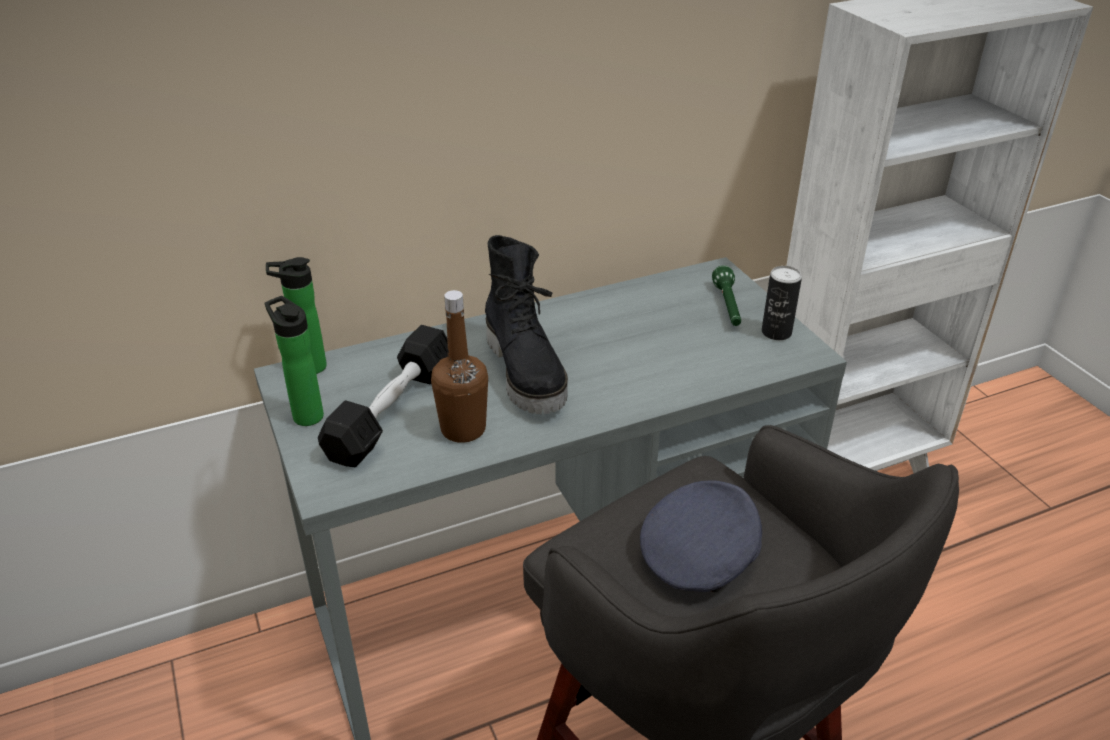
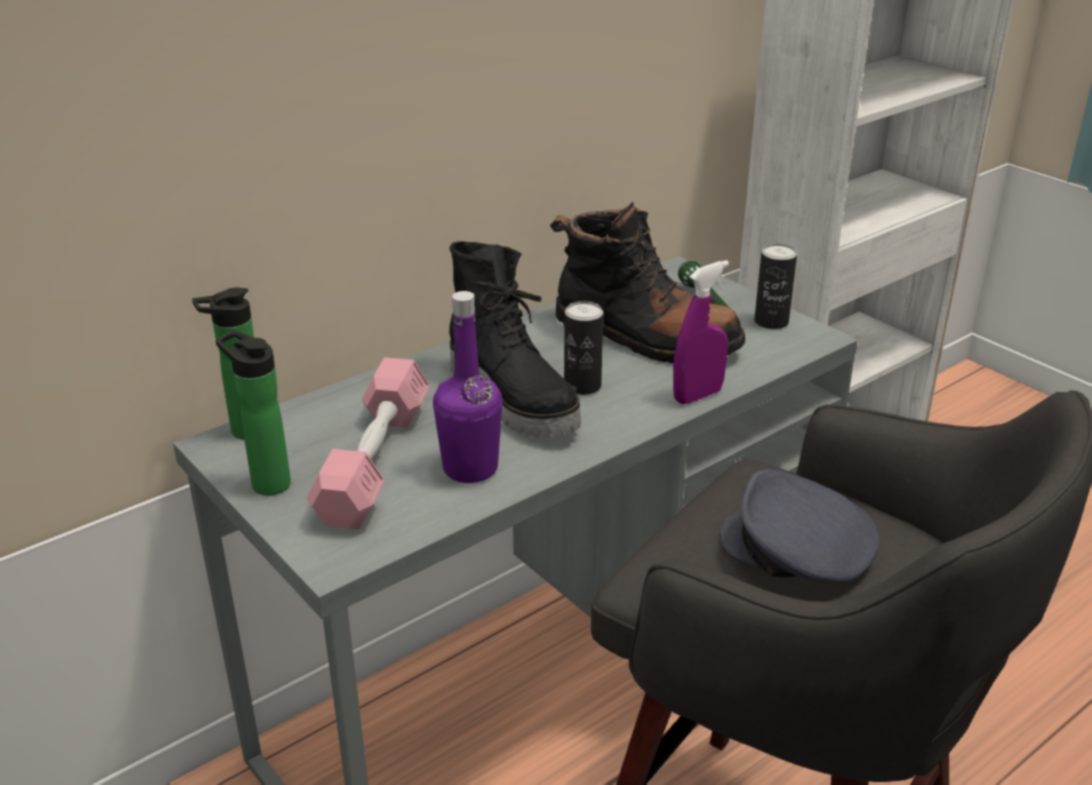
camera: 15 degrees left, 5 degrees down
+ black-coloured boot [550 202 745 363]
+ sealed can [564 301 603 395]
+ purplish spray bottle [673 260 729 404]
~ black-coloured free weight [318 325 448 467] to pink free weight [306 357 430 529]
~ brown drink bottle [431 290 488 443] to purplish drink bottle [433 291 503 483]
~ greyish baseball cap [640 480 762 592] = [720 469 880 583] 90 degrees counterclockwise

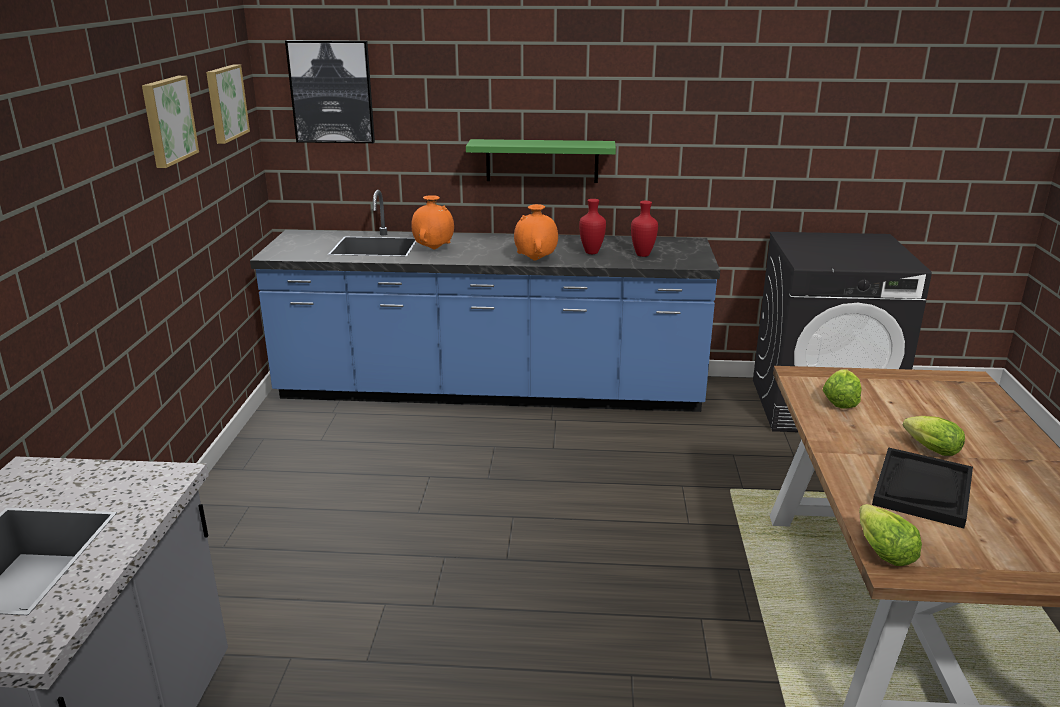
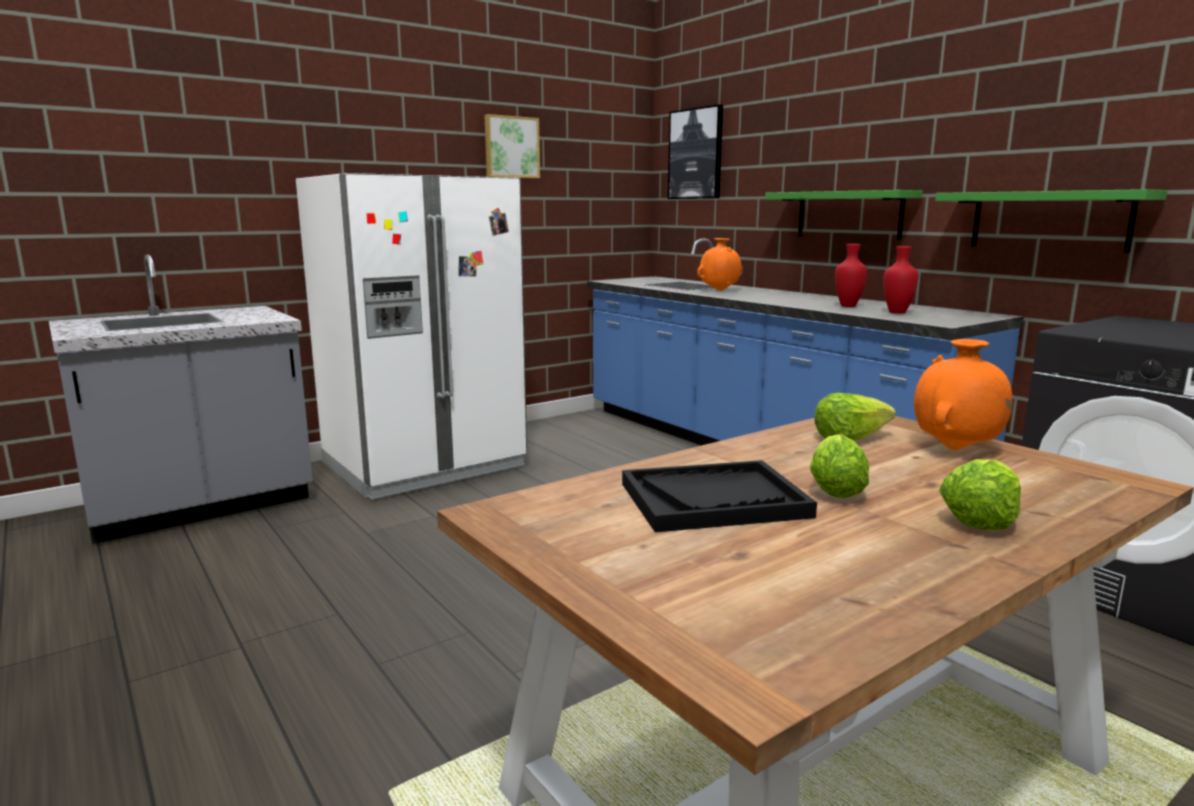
camera: 50 degrees right, 10 degrees down
- wall picture [206 64 250 144]
+ white refrigerator [296 173 527 500]
+ greenish bracket shelf [935 189 1167 253]
~ orange vase [514 204 558 261] to [914 339 1012 450]
~ lettuce head [859 504 922 566] to [939 459 1021 530]

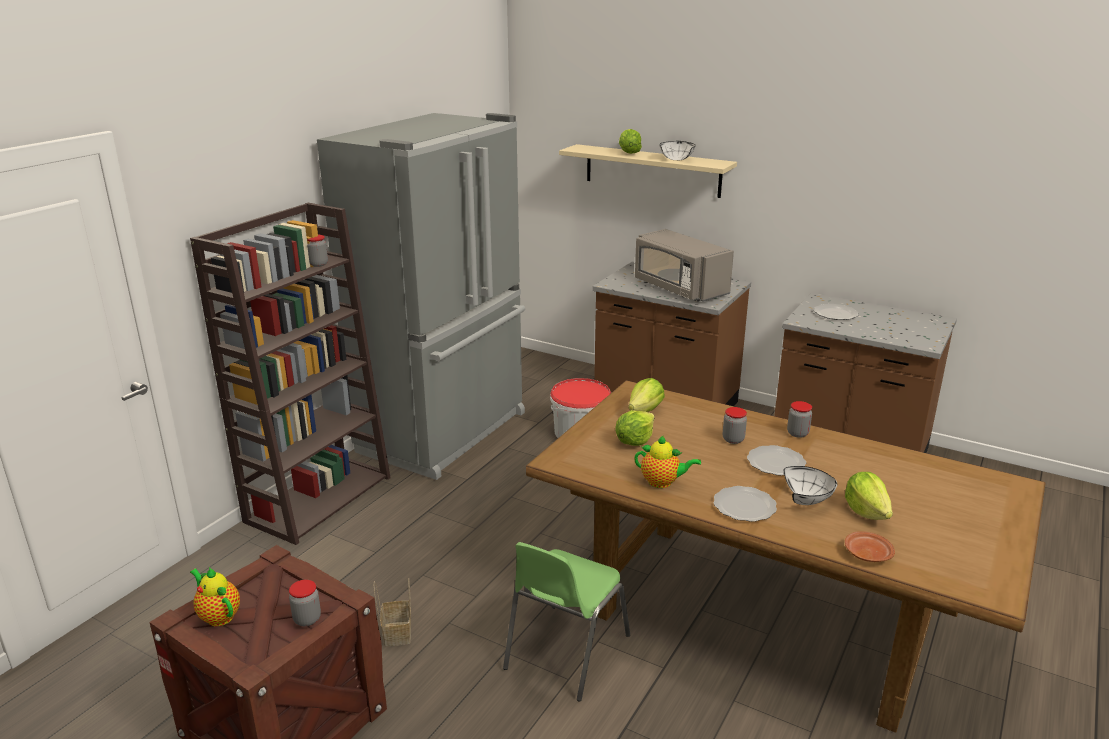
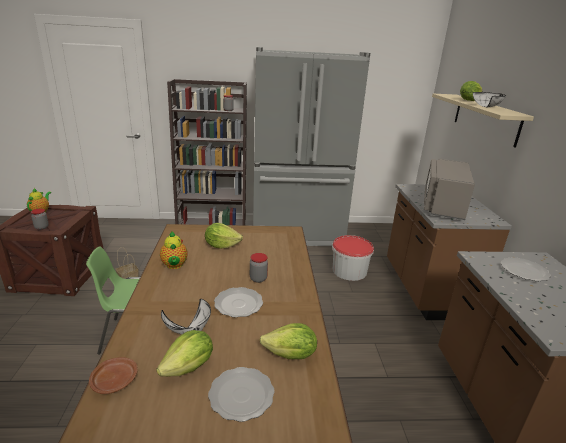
camera: 55 degrees right, 0 degrees up
- preserve jar [787 401 812 438]
~ lettuce head [628 378 665 412] to [259 323 317 359]
~ dinner plate [714 486 777 522] to [208 367 275 422]

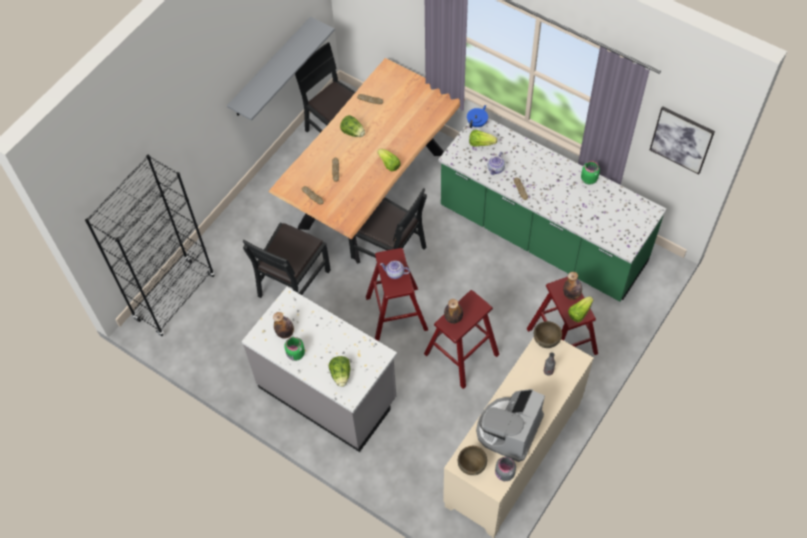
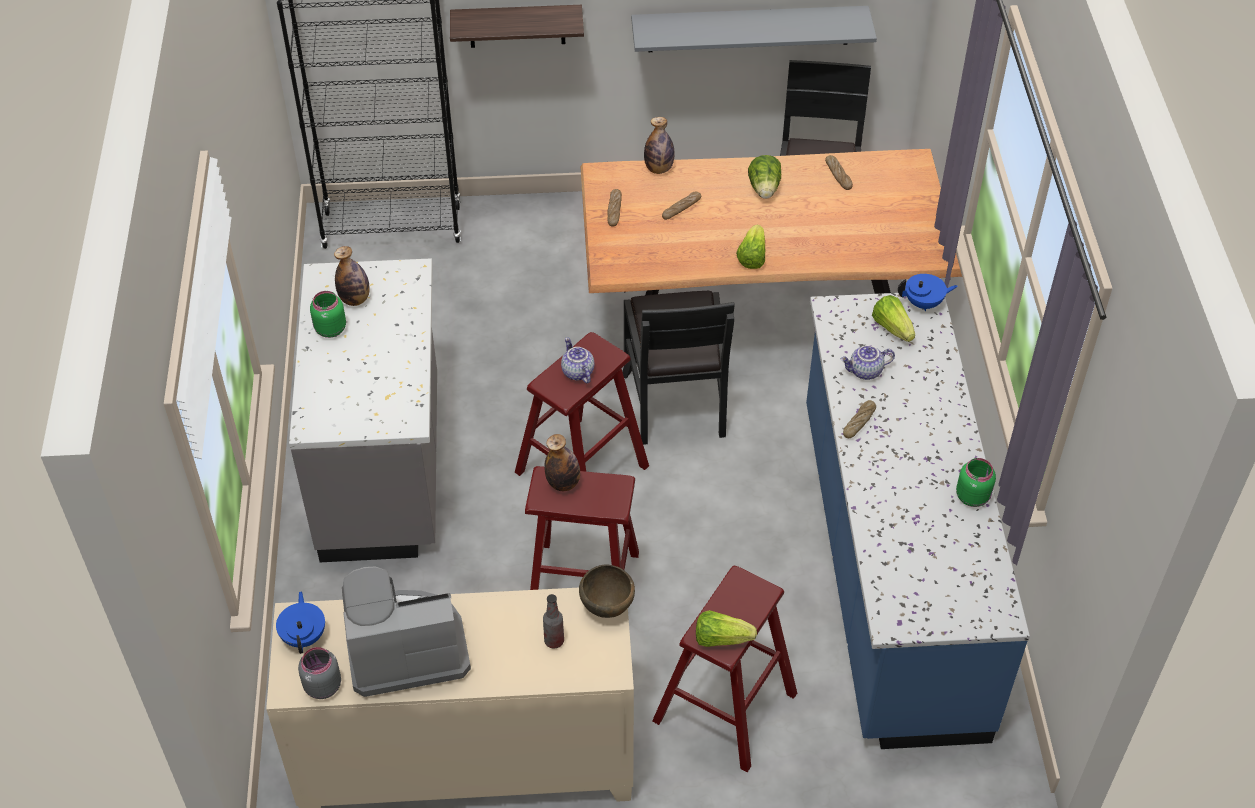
camera: 50 degrees right, 10 degrees down
- black-coloured upright chair [243 222 331 298]
- lettuce head [329 356 351 387]
- wall picture [650 106 715 174]
+ bracket shelf [450 5 584 48]
~ drink bottle [563 272 582 300] to [644 117 675 174]
~ brown bowl [458 446 487 475] to blue-coloured pot for tea [276 591 325 654]
~ greenish kitchen counter [438 118 667 302] to blue-coloured kitchen counter [806 293 1030 749]

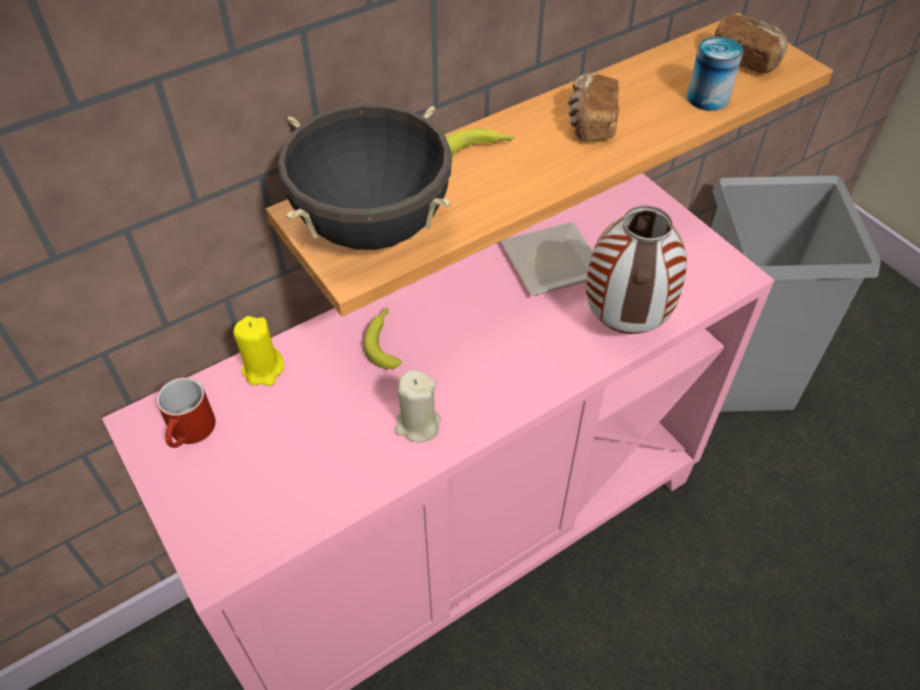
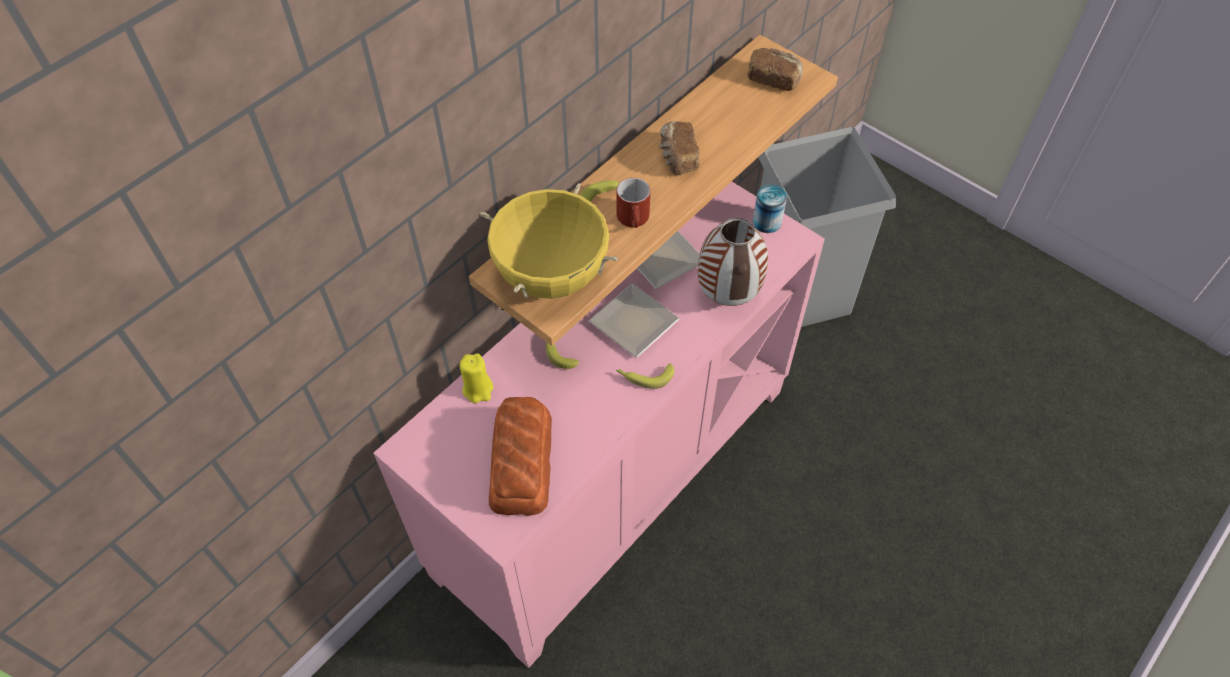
camera: 15 degrees left, 5 degrees up
- beige wax light [394 370 441 442]
+ bread [489 397 552 516]
+ dinner plate [589 283 680 358]
+ banana fruit [616 363 674 389]
~ red tea mug [156 377 216 448] to [617 178 651 228]
~ sealed can [687 37 743 111] to [752 185 787 233]
~ black-coloured stockpot [278 104 452 250] to yellow stockpot [480 183 618 299]

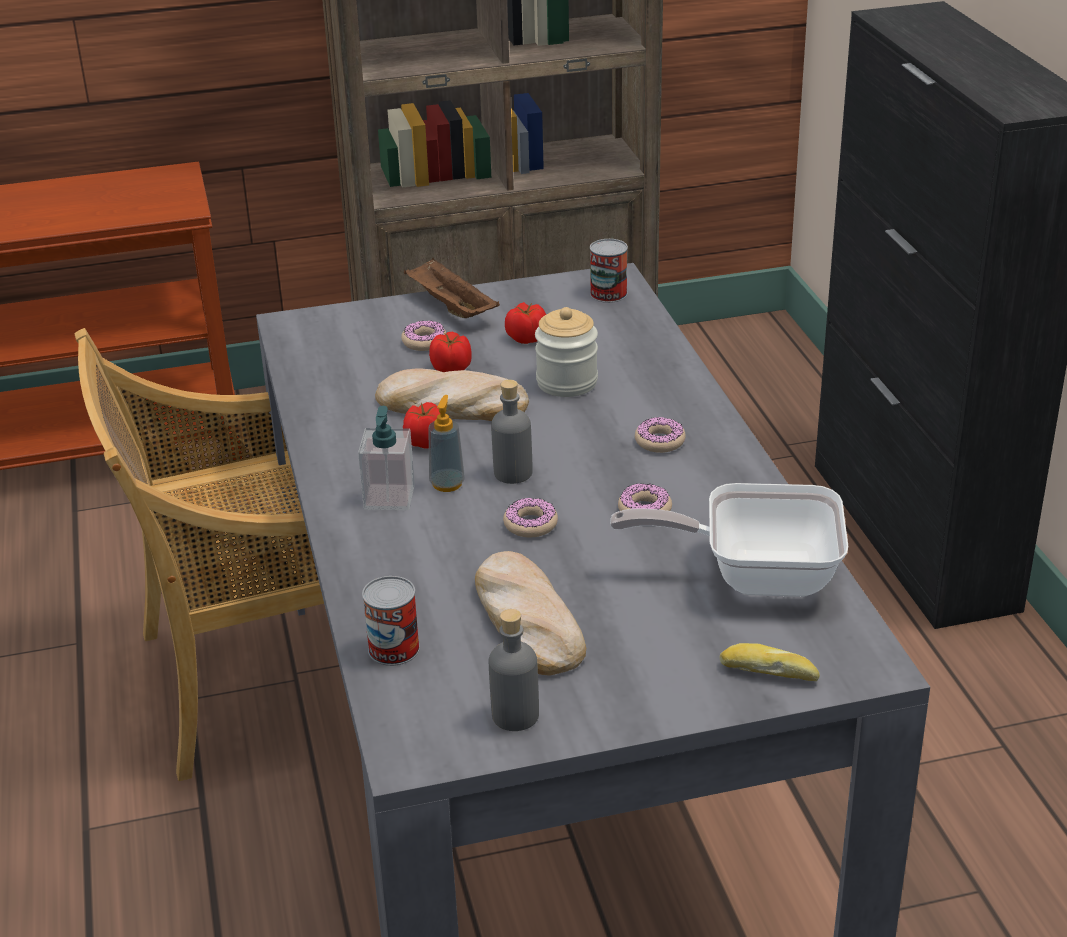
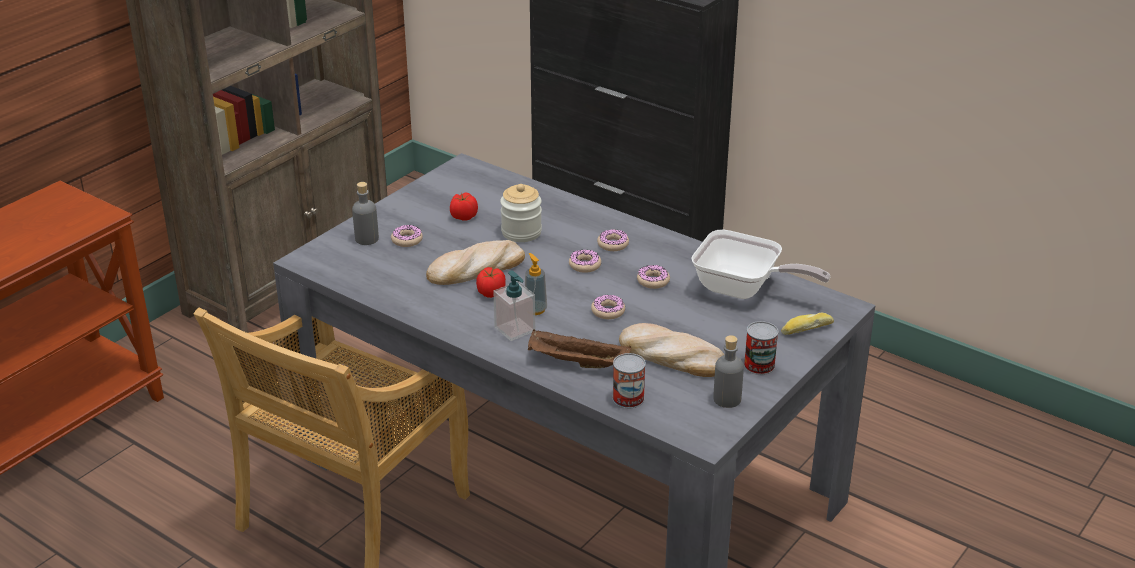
camera: 40 degrees left, 0 degrees up
- whole tomato [429 332 472 372]
+ doughnut [569 249 601 273]
~ brown serving tray [404 258 500 318] to [528 330 631 368]
~ greyish drink bottle [491 380 532 484] to [352 182 379 245]
~ sealed can [590 239 628 303] to [744 321 778 375]
~ frying pan [610 483 848 597] = [691 230 830 299] 120 degrees counterclockwise

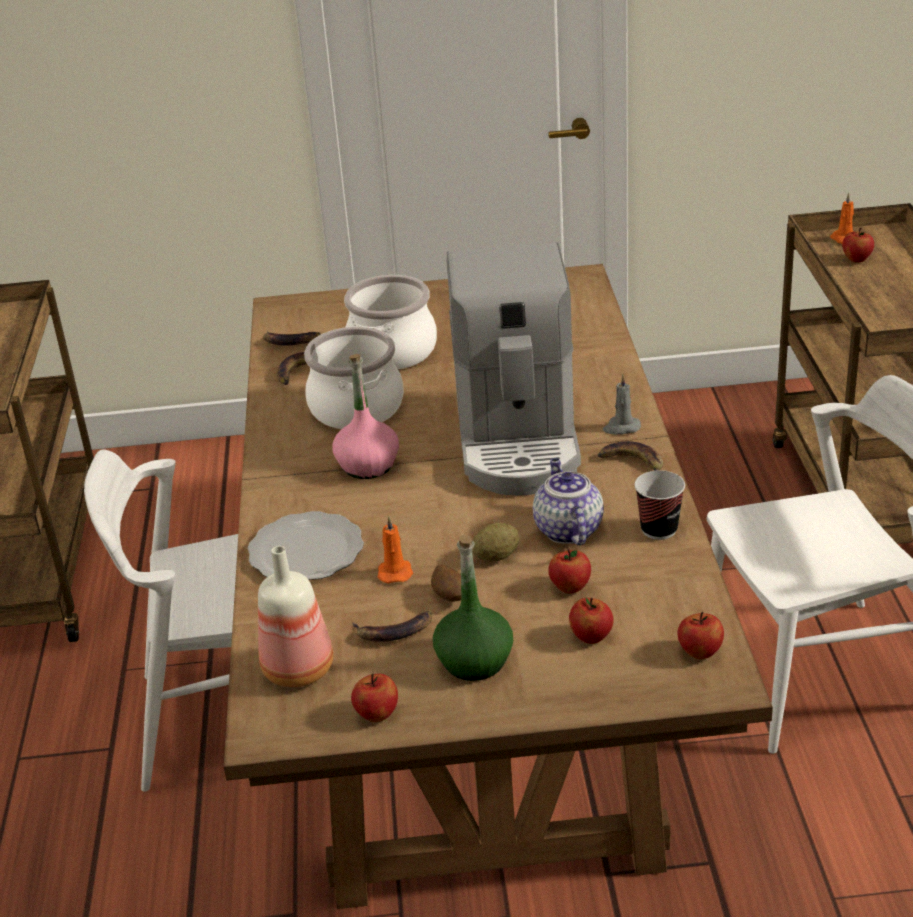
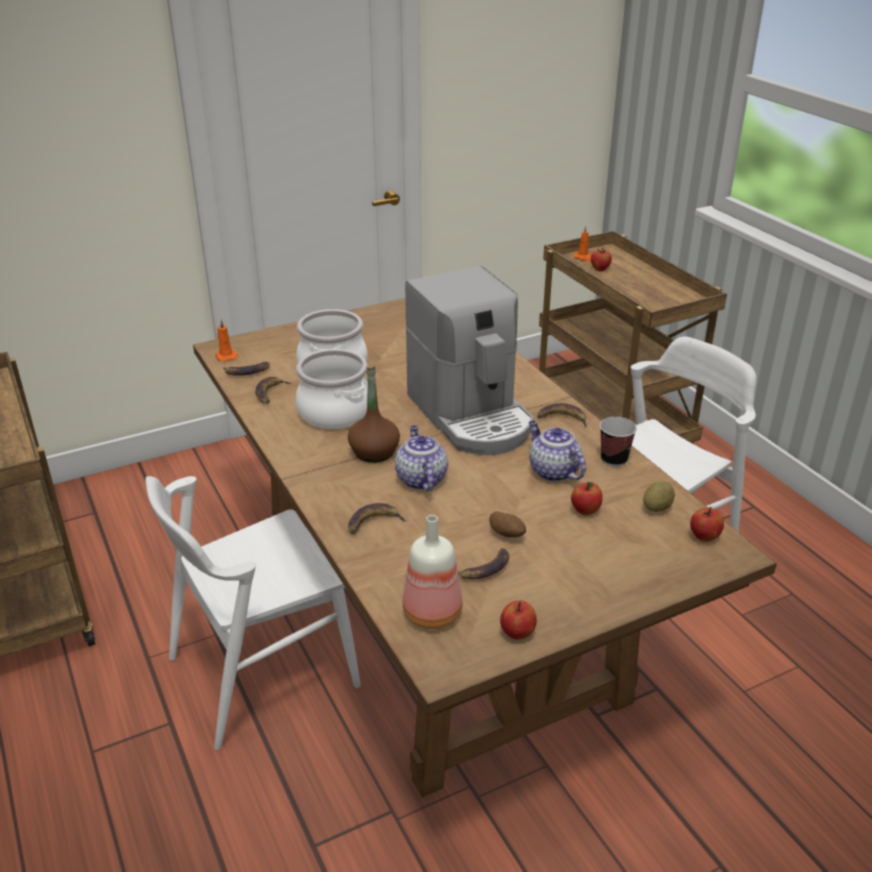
camera: 25 degrees left, 0 degrees up
- greenish drink bottle [433 535 513 681]
- whole apple [569 598 614 644]
- greyish wax light [603 374 641 435]
+ pot for tea [395 426 448 491]
~ orange wax light [378 516 413 583] to [215 319 238 362]
~ whole potato [472 523 519 561] to [643 481 675 512]
~ dinner plate [248 511 364 580] to banana fruit [348 503 407 534]
~ pink drink bottle [333 354 399 479] to brown drink bottle [348 365 400 463]

